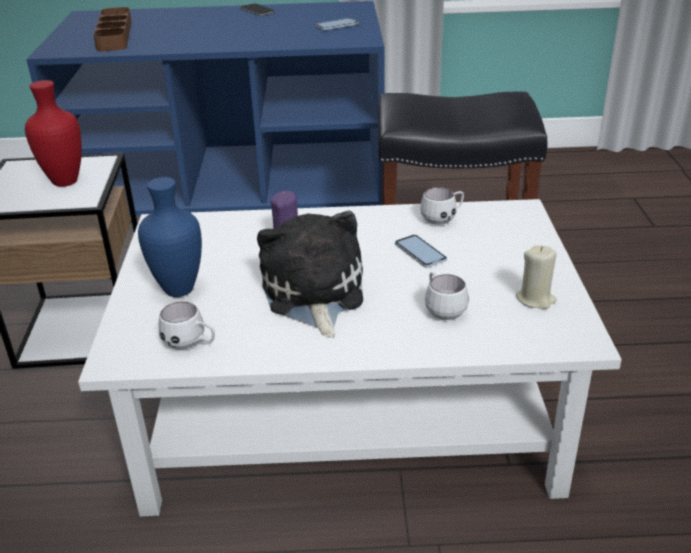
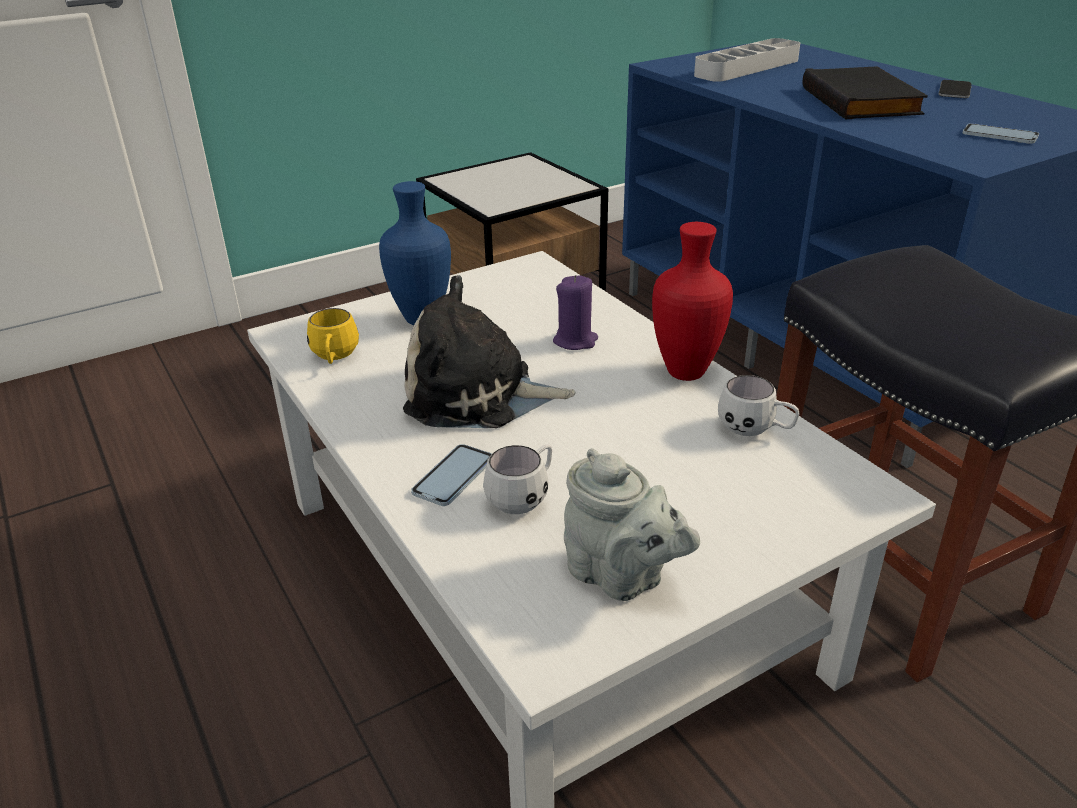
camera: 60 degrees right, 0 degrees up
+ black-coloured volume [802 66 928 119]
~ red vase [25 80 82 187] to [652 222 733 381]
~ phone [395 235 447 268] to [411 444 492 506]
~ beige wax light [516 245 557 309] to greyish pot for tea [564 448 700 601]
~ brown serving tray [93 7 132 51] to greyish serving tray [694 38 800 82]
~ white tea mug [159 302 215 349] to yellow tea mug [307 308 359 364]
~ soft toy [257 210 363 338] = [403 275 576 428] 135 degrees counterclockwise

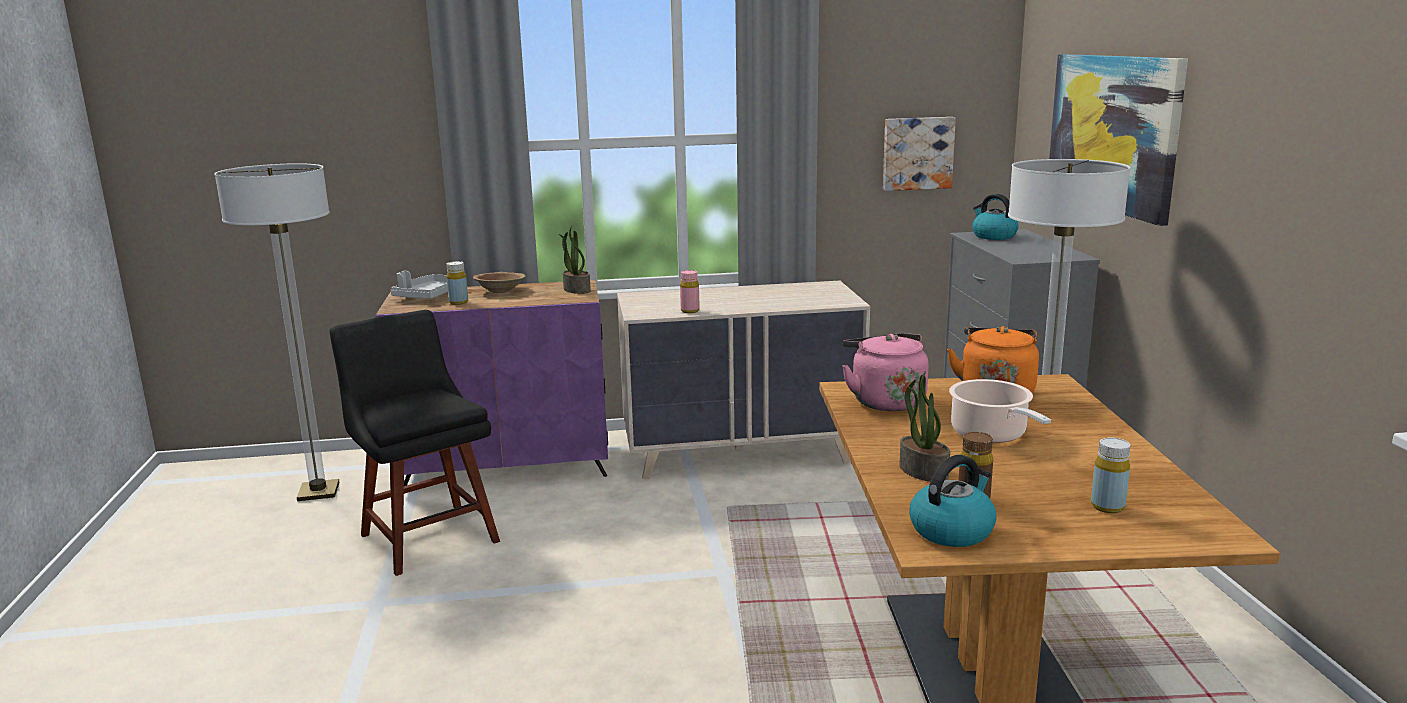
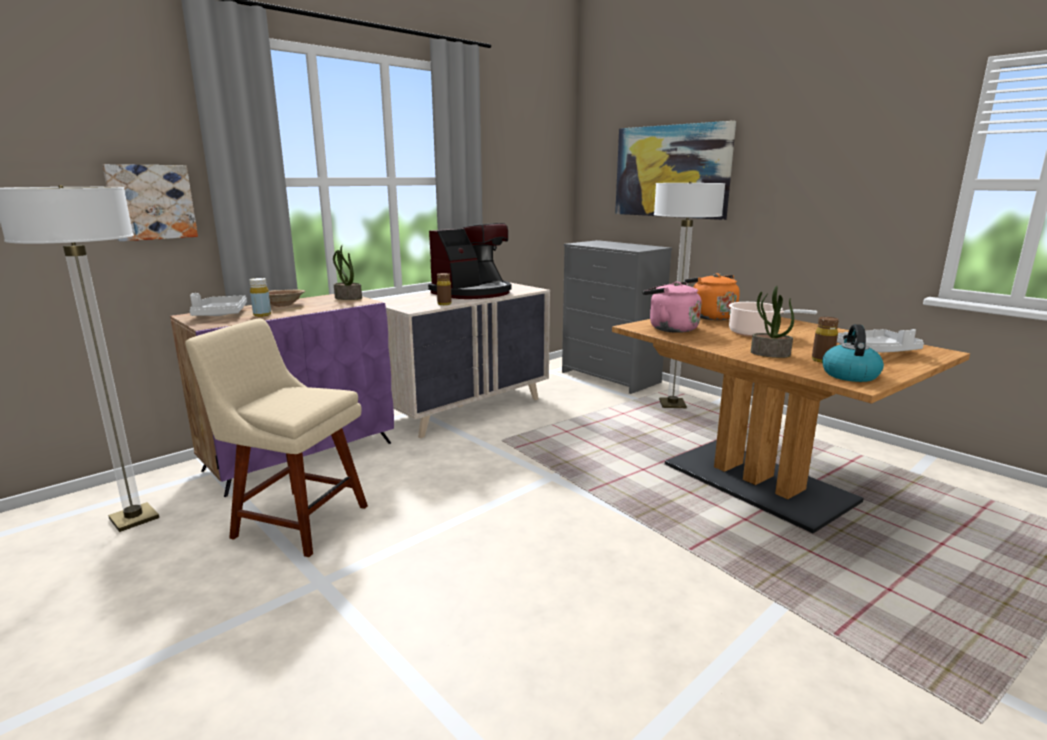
camera: 35 degrees left, 0 degrees up
- water kettle [972 194 1019 240]
+ coffee brewer [428 223 511 299]
~ wall picture [883 117 956 191] to [102 164 198 242]
~ yellow drink bottle [1091 438 1131 513] to greyish serving tray [837 329 924 353]
~ black-coloured upright chair [330 310 500 576] to beige upright chair [185 319 368 557]
~ pink drink bottle [680 270 700 313] to brown drink bottle [437 273 452 305]

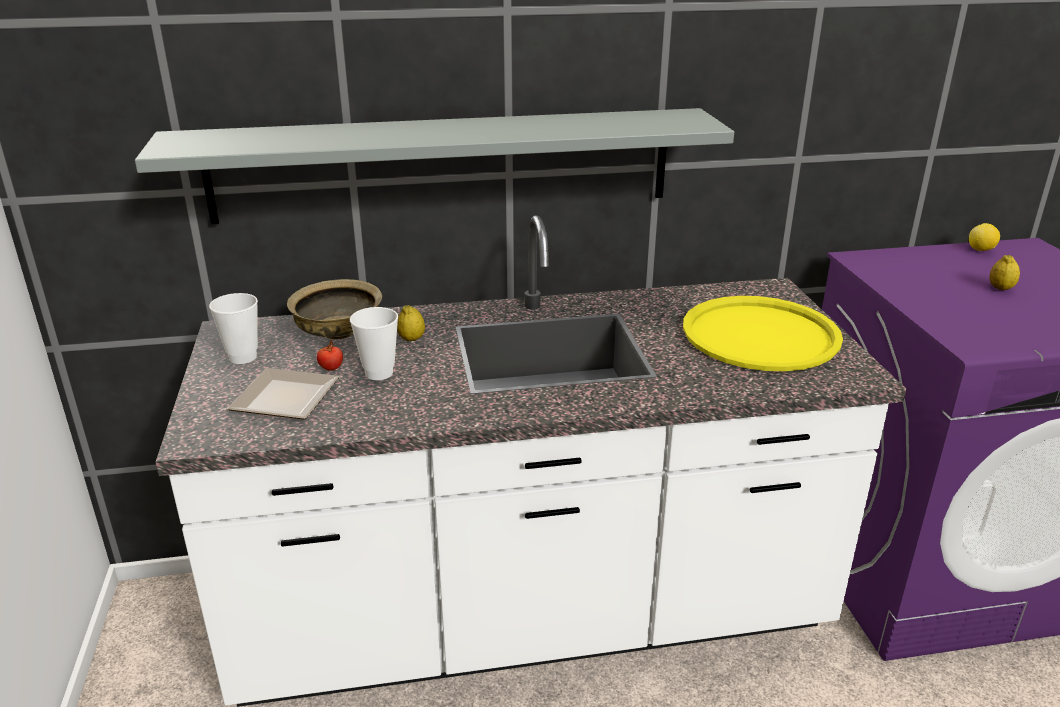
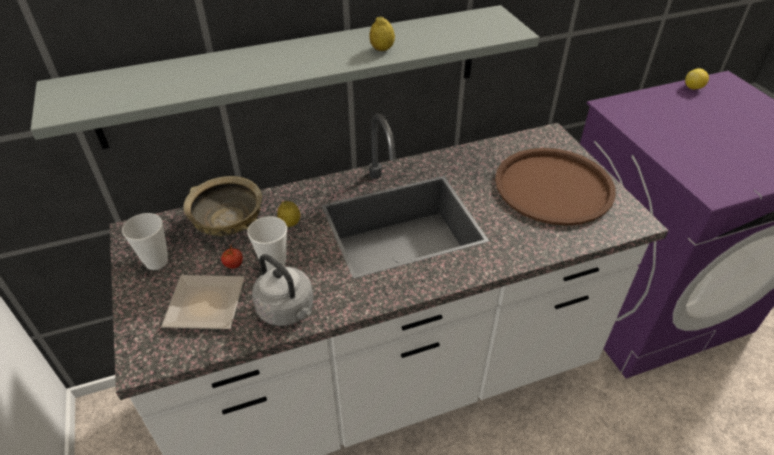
camera: 10 degrees left, 15 degrees up
+ greyish water kettle [252 254 313 326]
~ lemon [989 255 1020 290] to [369 16 395 51]
~ yellow serving tray [683 296 843 371] to brown serving tray [495 148 616 226]

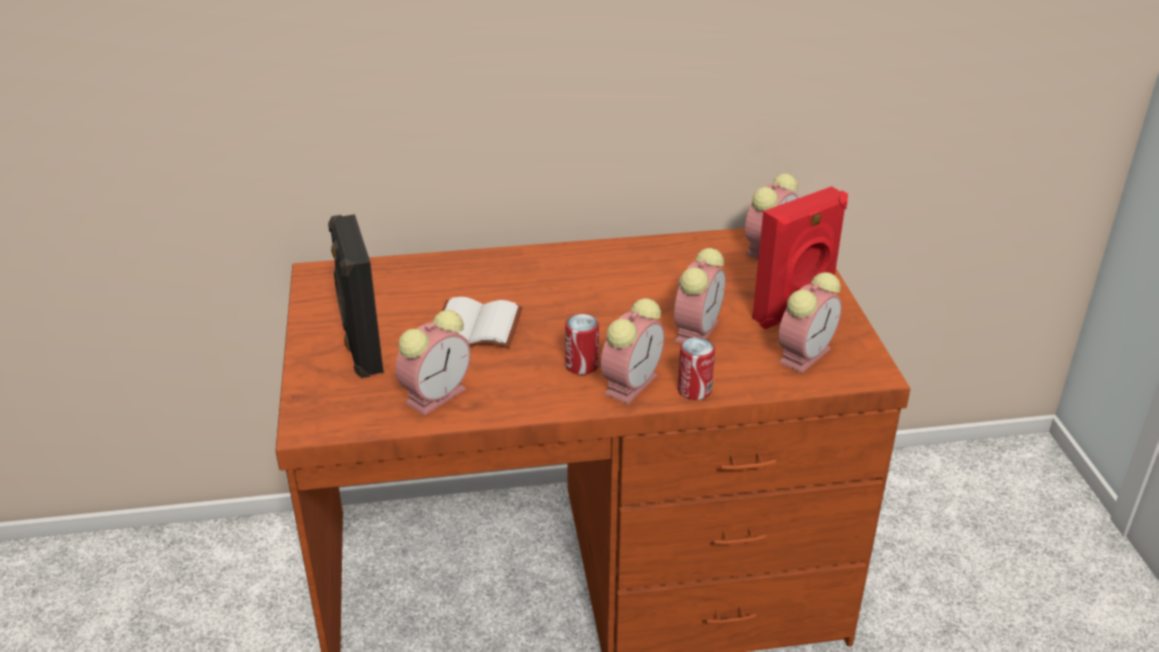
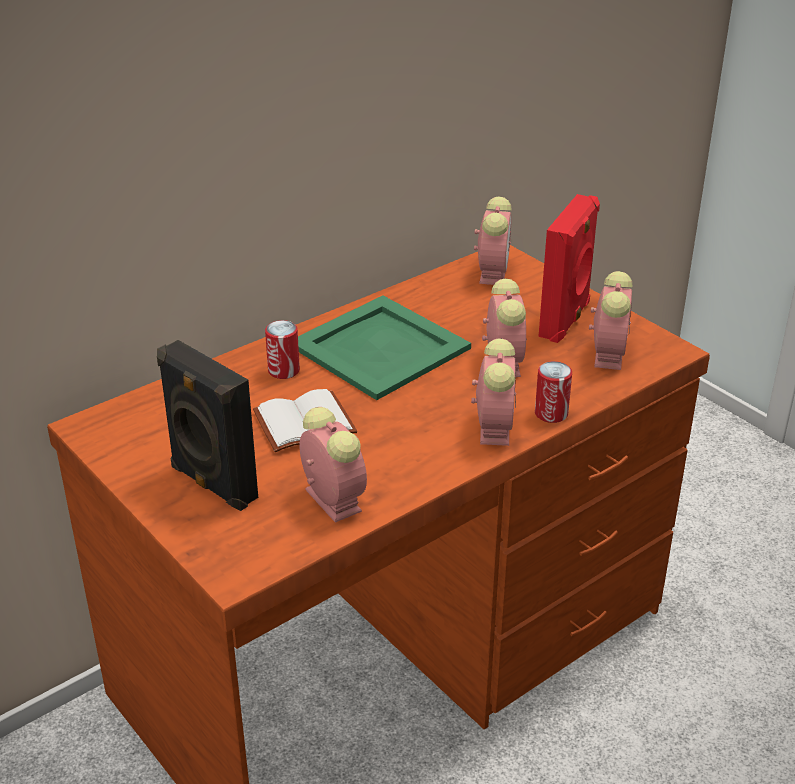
camera: 30 degrees left, 0 degrees up
+ greenish serving tray [298 296 471 400]
~ sealed can [565 314 599 375] to [265 320 300 379]
~ table clock [395 310 471 416] = [300 407 367 523] 45 degrees counterclockwise

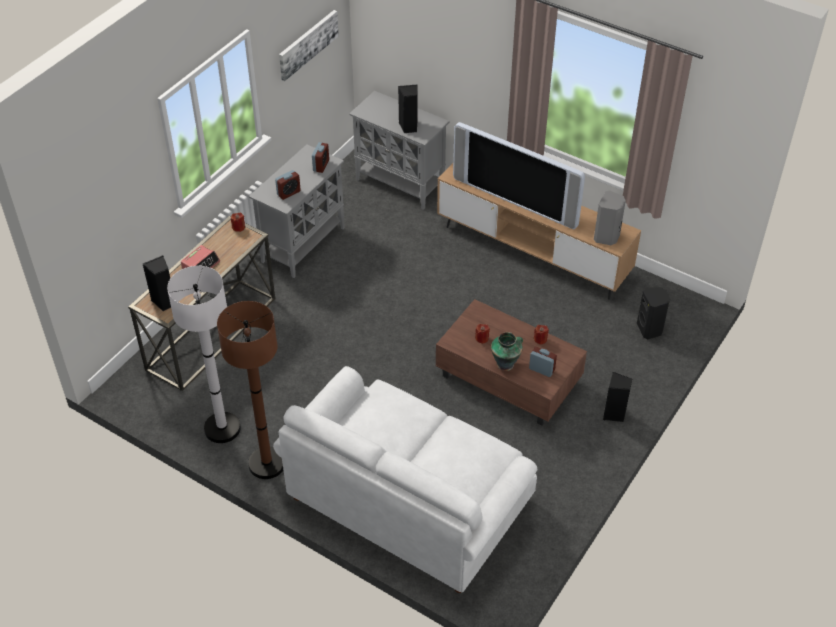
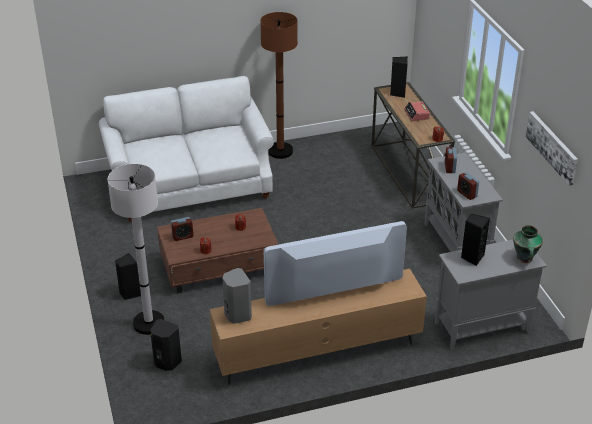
camera: 130 degrees right, 10 degrees down
~ white floor lamp [167 266 241 443] to [108 164 165 335]
~ vase [491 332 523 371] to [513 225 543 263]

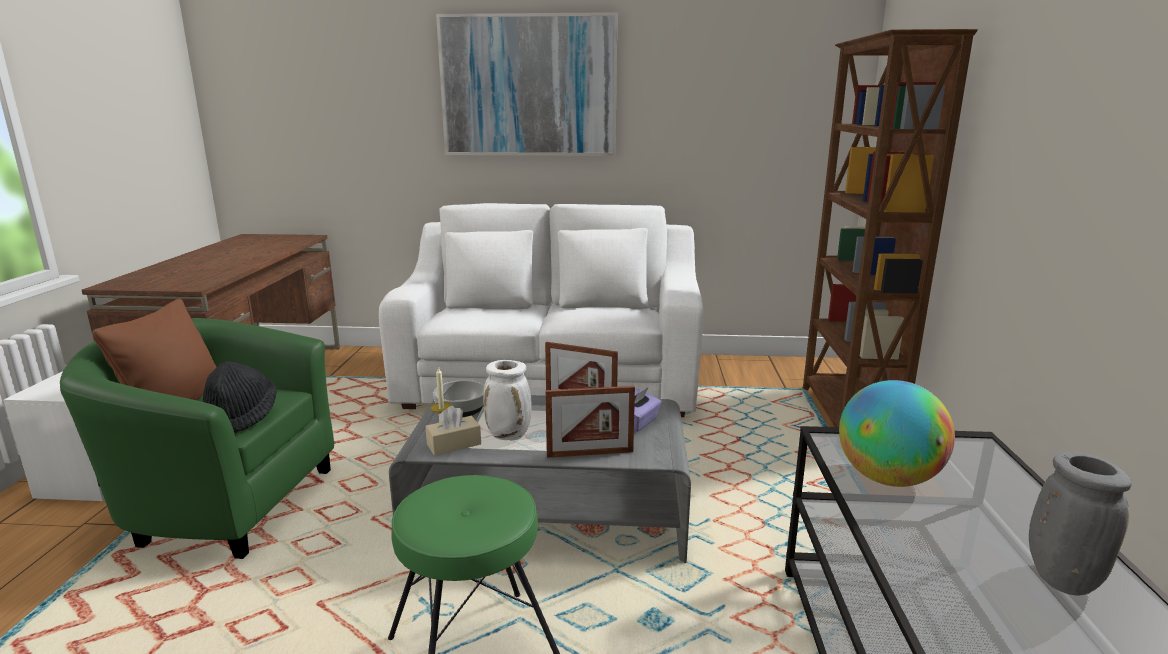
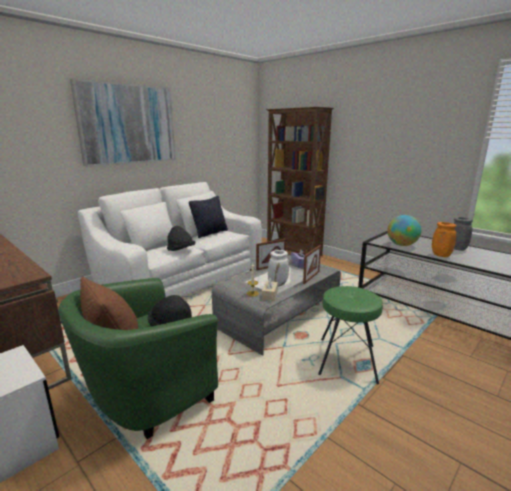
camera: 50 degrees left, 0 degrees up
- bowl [433 380 484 417]
+ black-coloured clothing hat [167 226 195 251]
+ black-coloured cushion [189 196 228 238]
+ orange vase [432 222 457 257]

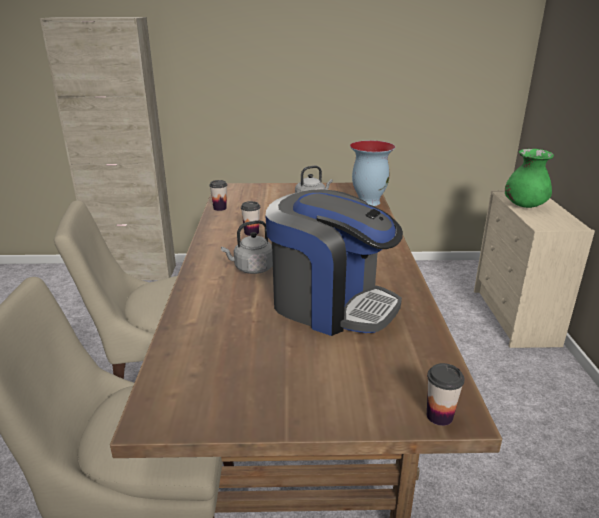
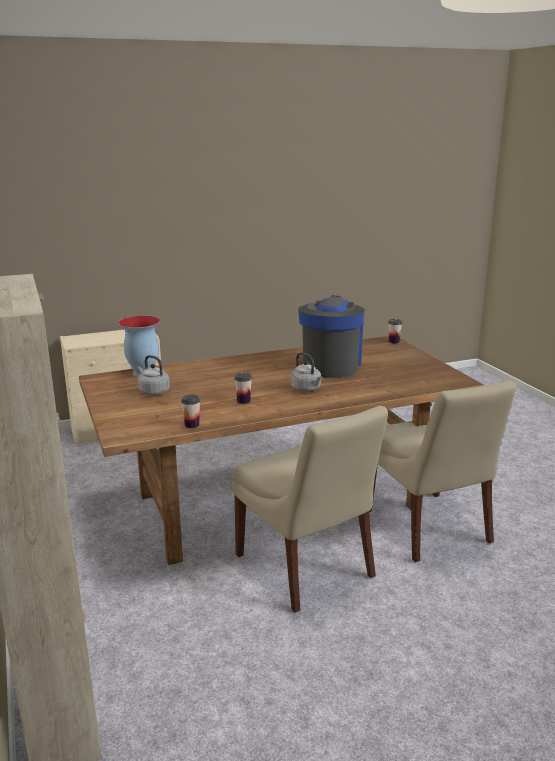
camera: 110 degrees left, 5 degrees down
- greenish vase [505 149 554 208]

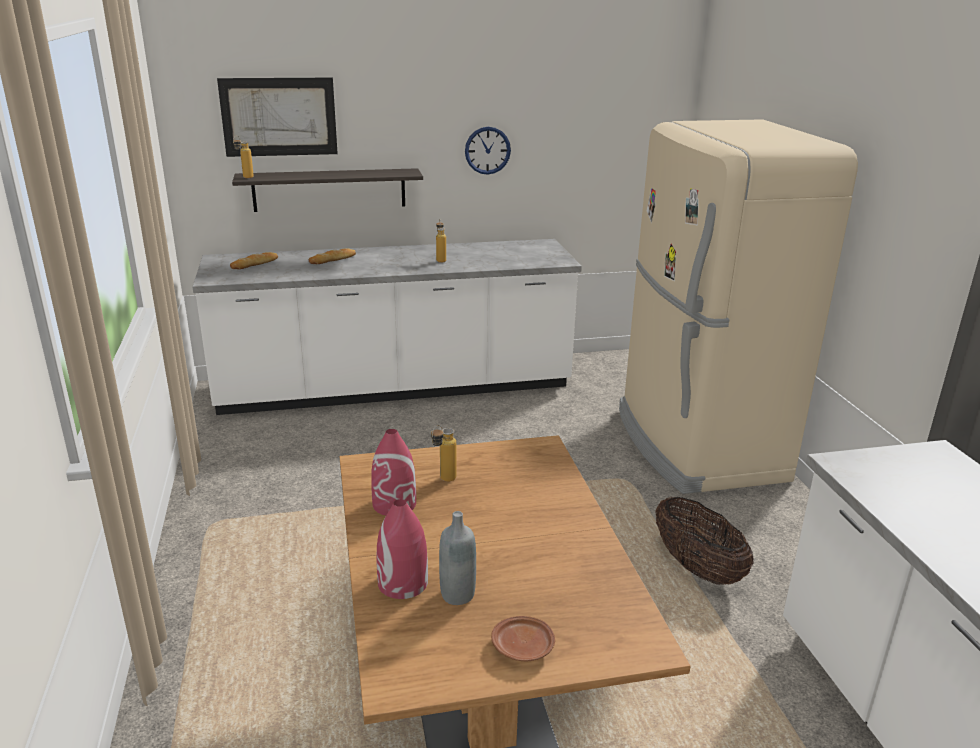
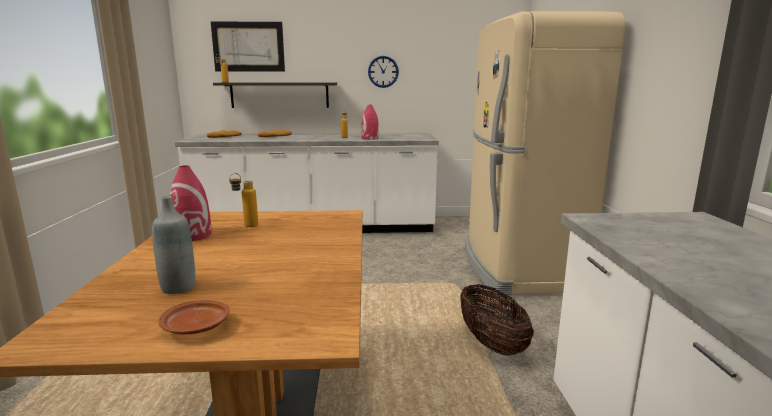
camera: 10 degrees right, 10 degrees down
~ red vase [377 499 428 599] to [361 105 379 140]

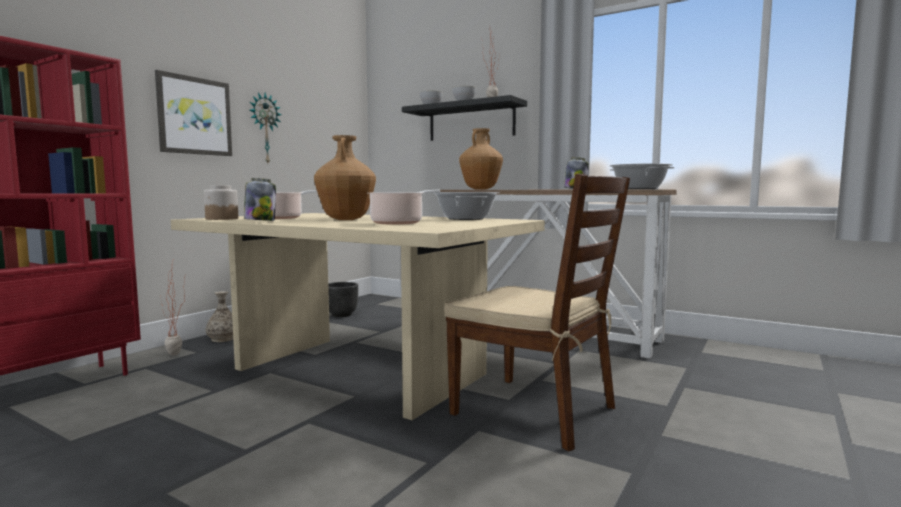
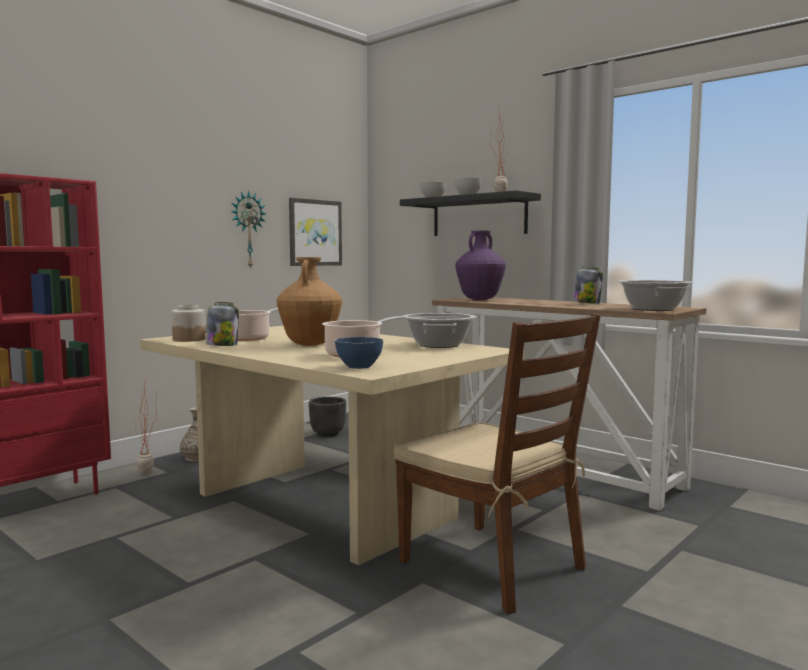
camera: 10 degrees right, 0 degrees up
+ blue-coloured bowl [335 337 383 369]
~ wall picture [155 70 232 156] to [289 198 342 266]
~ brown vase [459 128 503 189] to purplish vase [455 231 506 300]

